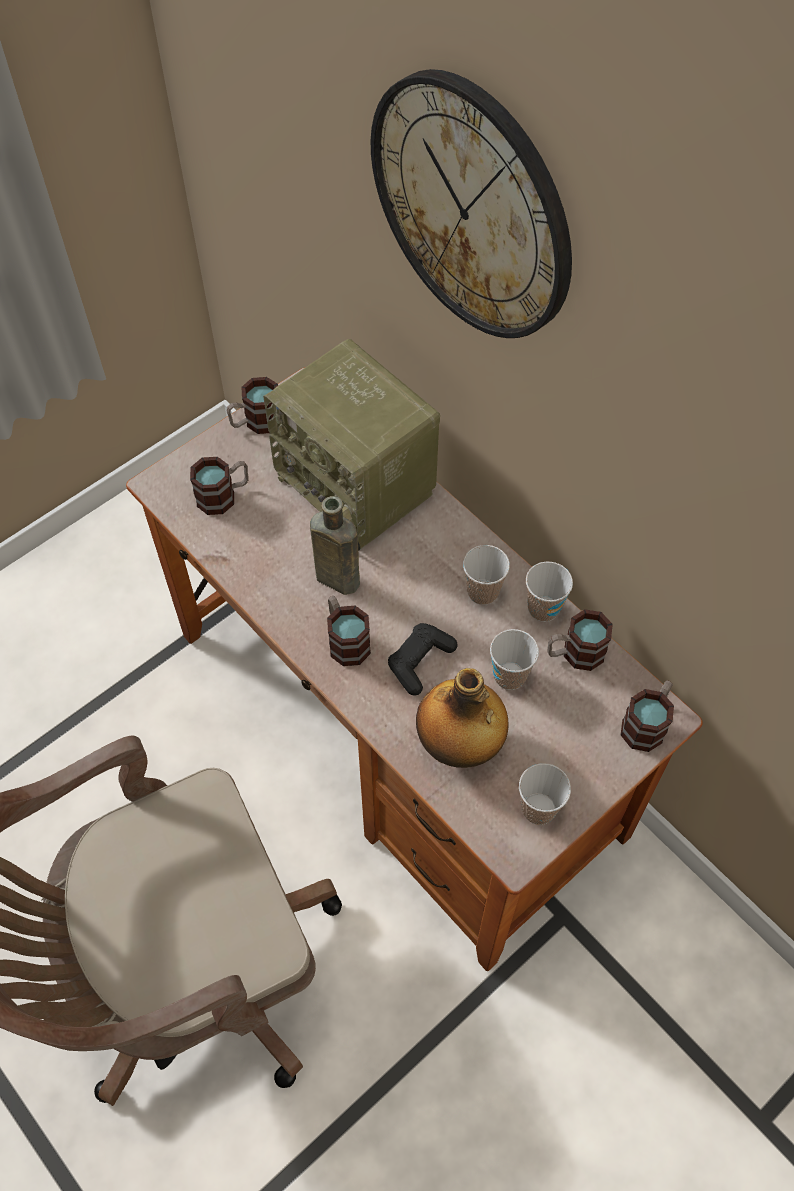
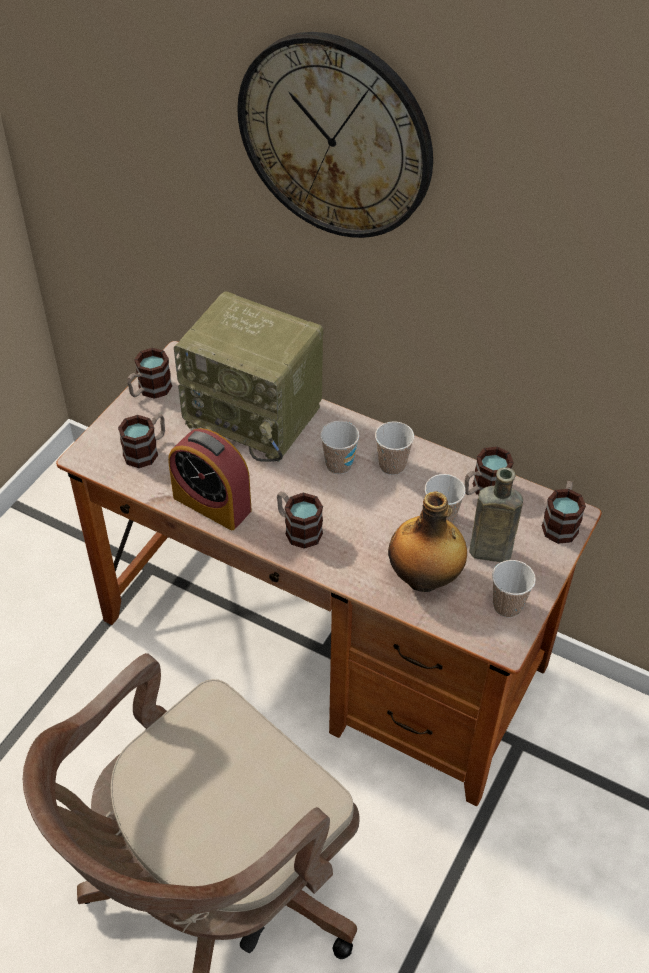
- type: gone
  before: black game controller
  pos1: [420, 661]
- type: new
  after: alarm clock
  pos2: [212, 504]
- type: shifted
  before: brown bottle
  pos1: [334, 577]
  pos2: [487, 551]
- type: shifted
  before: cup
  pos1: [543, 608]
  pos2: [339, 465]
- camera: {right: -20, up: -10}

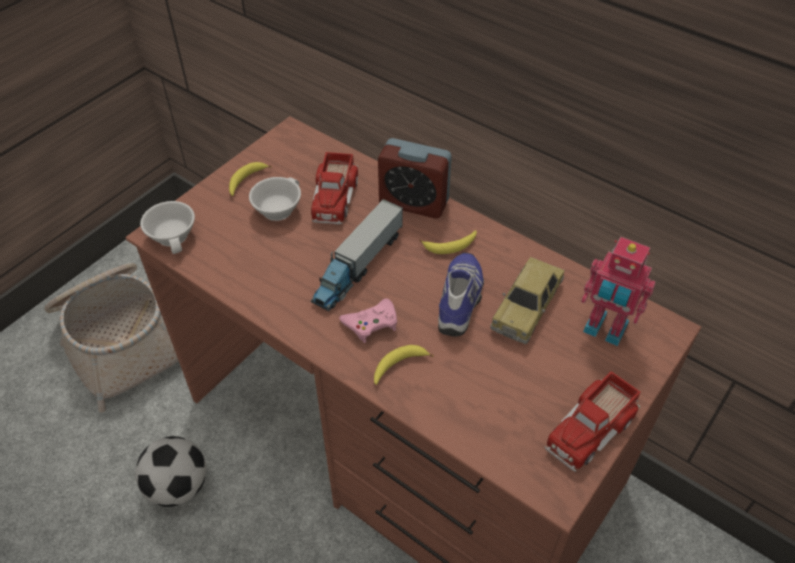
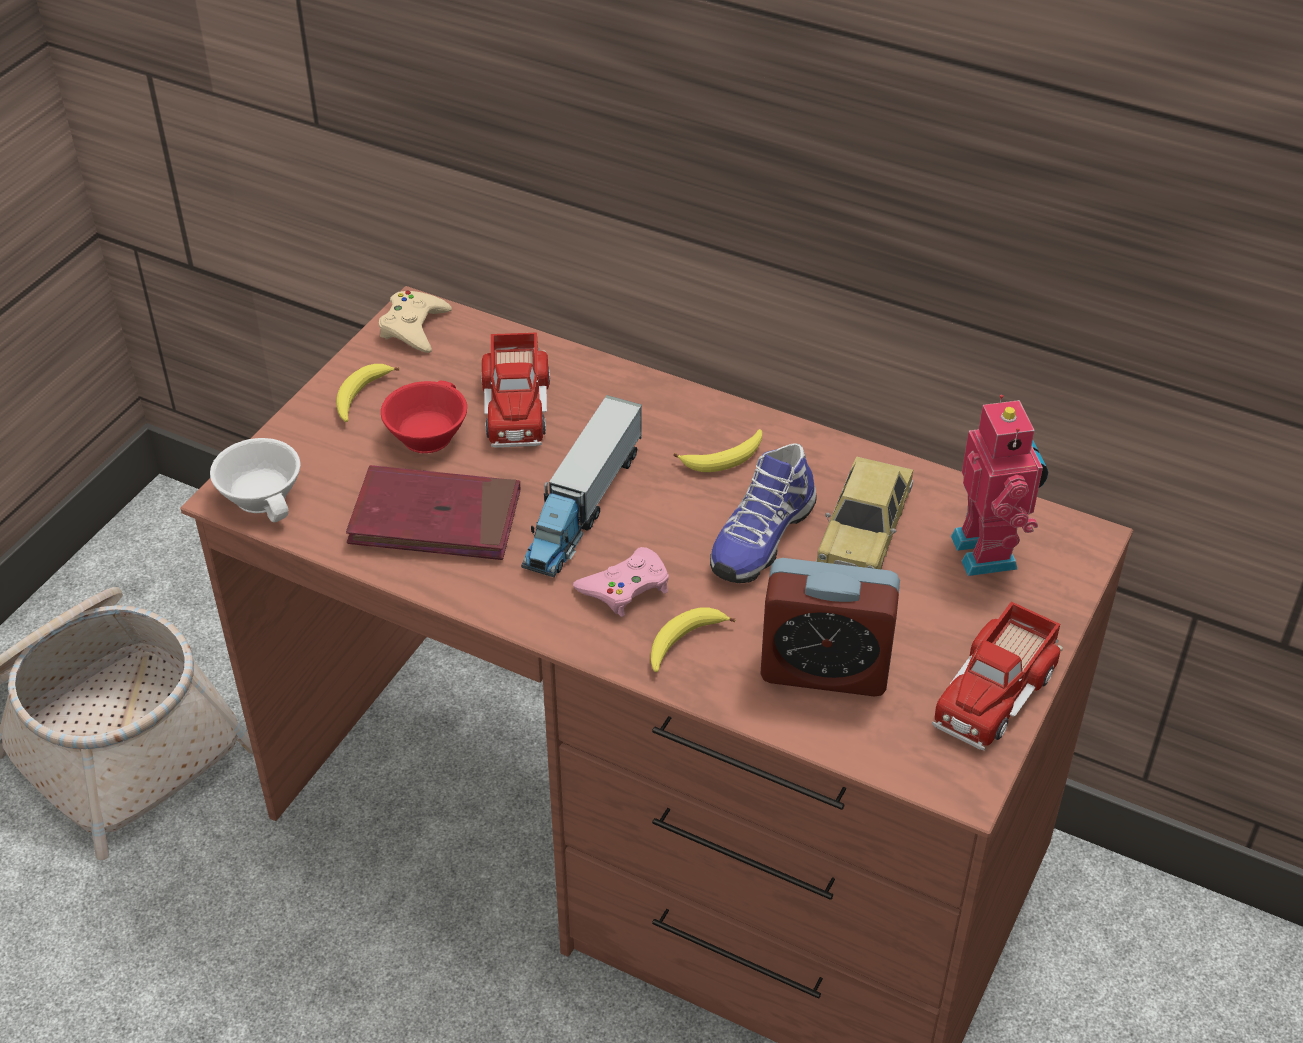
- type: gone
  before: football
  pos1: [178, 486]
- type: new
  after: red book
  pos2: [435, 519]
- type: new
  after: beige game controller
  pos2: [414, 327]
- type: shifted
  before: alarm clock
  pos1: [413, 203]
  pos2: [824, 669]
- type: repainted
  before: white cup
  after: red cup
  pos1: [277, 208]
  pos2: [425, 434]
- type: rotated
  before: shoe
  pos1: [461, 301]
  pos2: [760, 537]
  turn: -150
- type: rotated
  before: toy robot
  pos1: [604, 330]
  pos2: [989, 551]
  turn: -120
- camera: {right: -10, up: -5}

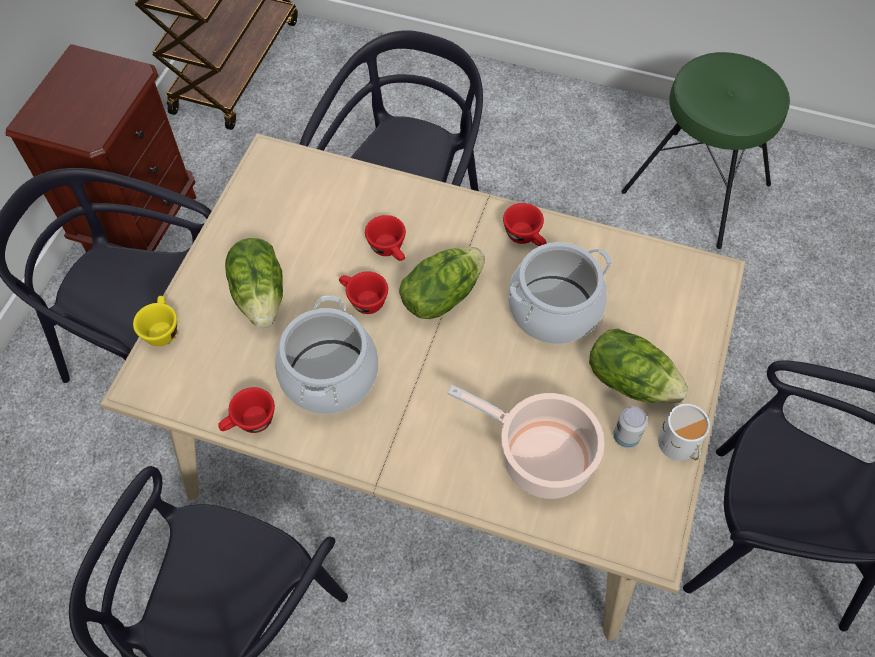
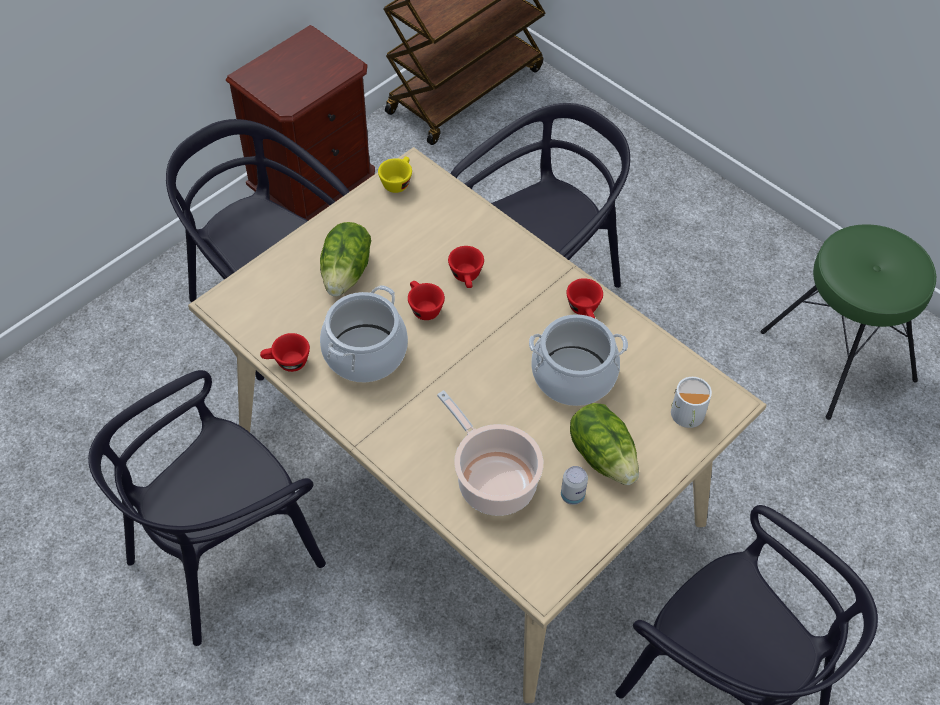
- type: gone
  before: lettuce
  pos1: [441, 295]
- type: shifted
  before: yellow cup
  pos1: [161, 329]
  pos2: [397, 182]
- type: shifted
  before: white mug
  pos1: [679, 446]
  pos2: [687, 417]
- camera: {right: 25, up: -5}

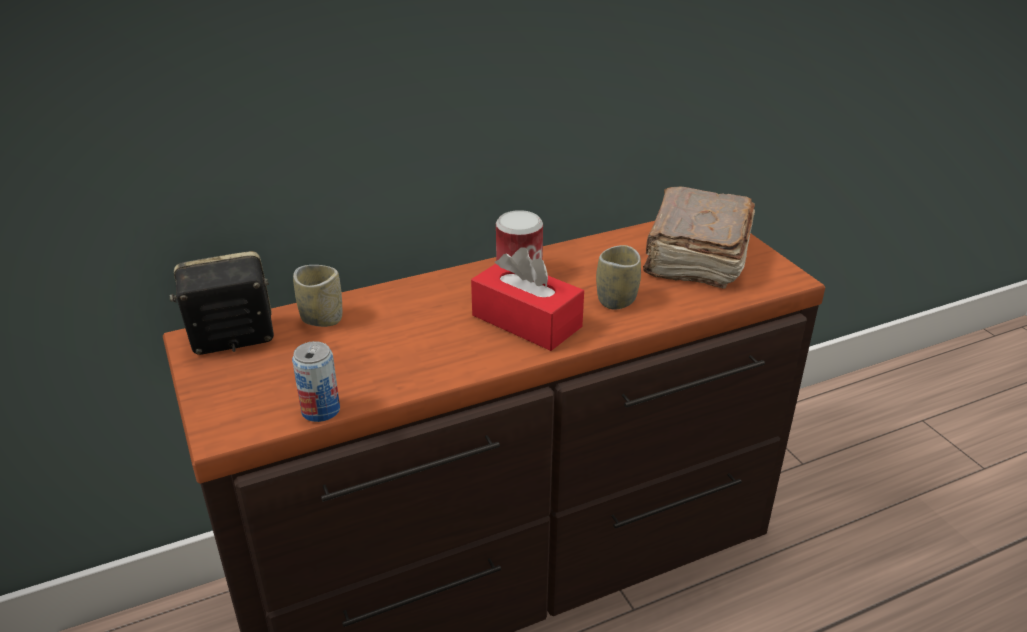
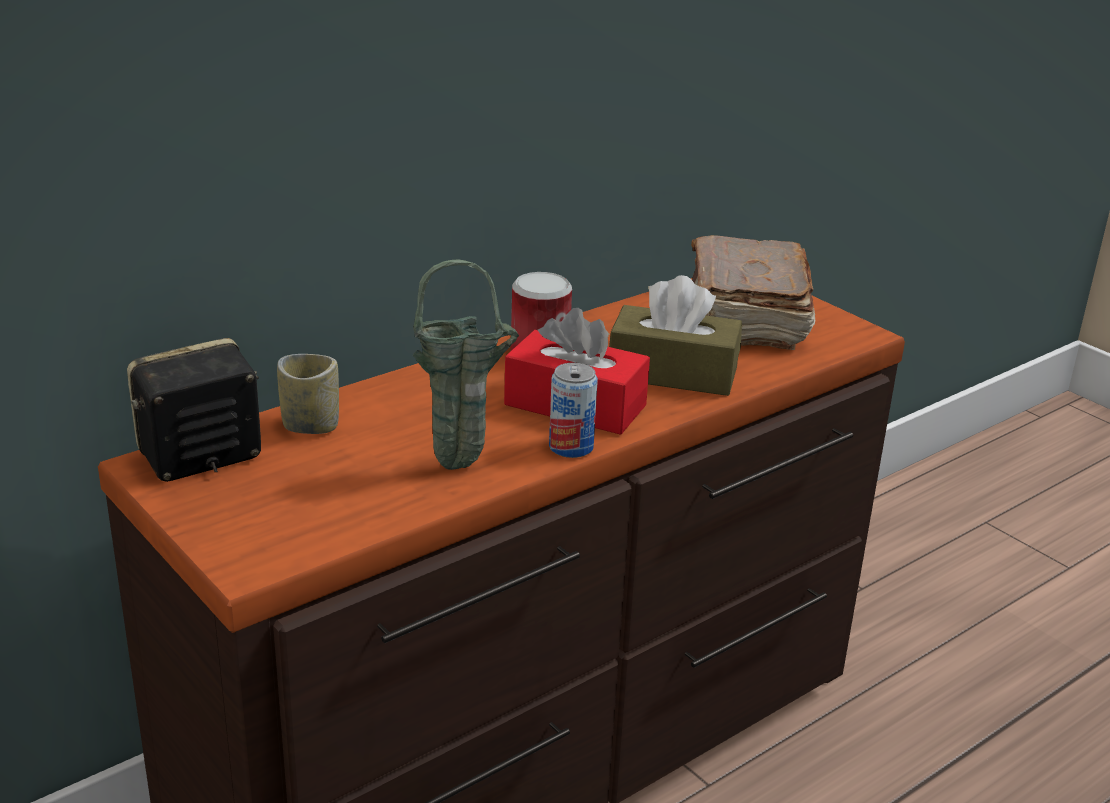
- type: new
  after: green vase
  pos2: [464, 466]
- type: shifted
  before: can
  pos1: [320, 410]
  pos2: [571, 447]
- type: swapped
  before: cup
  after: brown tissue box
  pos1: [616, 300]
  pos2: [673, 373]
- camera: {right: -15, up: -5}

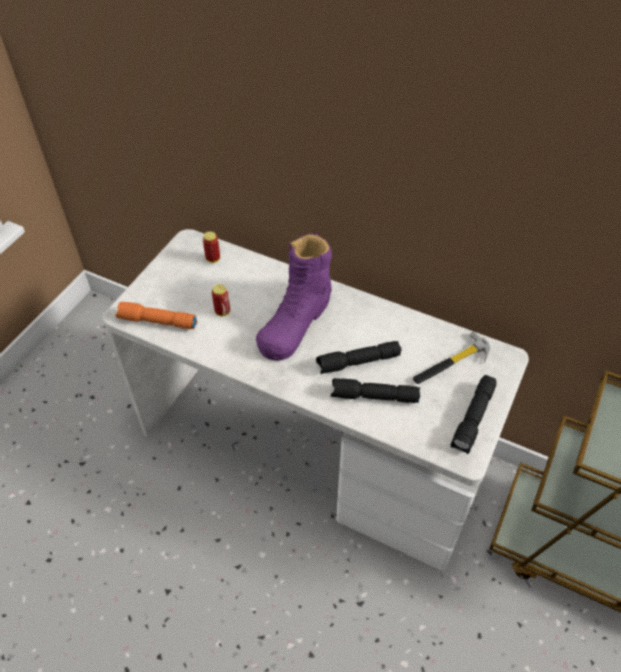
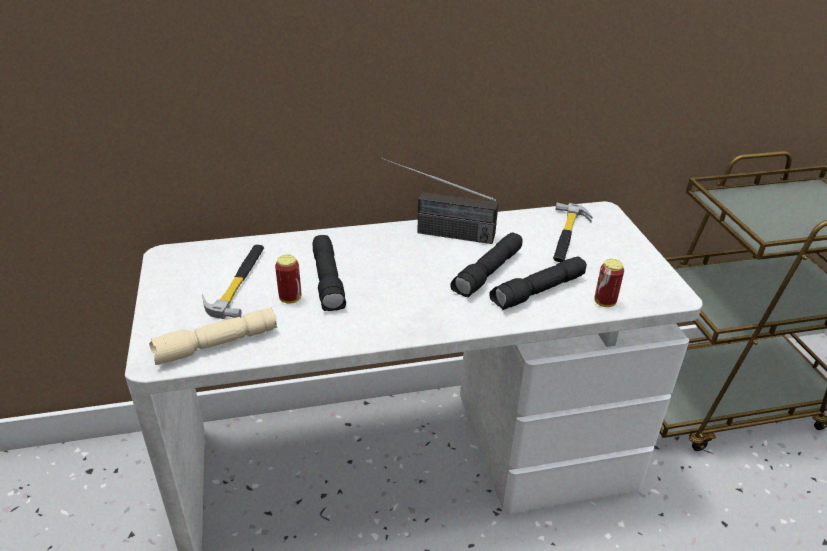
- type: gone
  before: purple boot
  pos1: [295, 322]
- type: new
  after: hammer
  pos2: [239, 282]
- type: new
  after: radio
  pos2: [435, 232]
- type: shifted
  before: can
  pos1: [213, 259]
  pos2: [604, 302]
- type: shifted
  before: black flashlight
  pos1: [473, 419]
  pos2: [329, 281]
- type: repainted
  before: orange flashlight
  after: beige flashlight
  pos1: [157, 322]
  pos2: [216, 345]
- camera: {right: -40, up: -15}

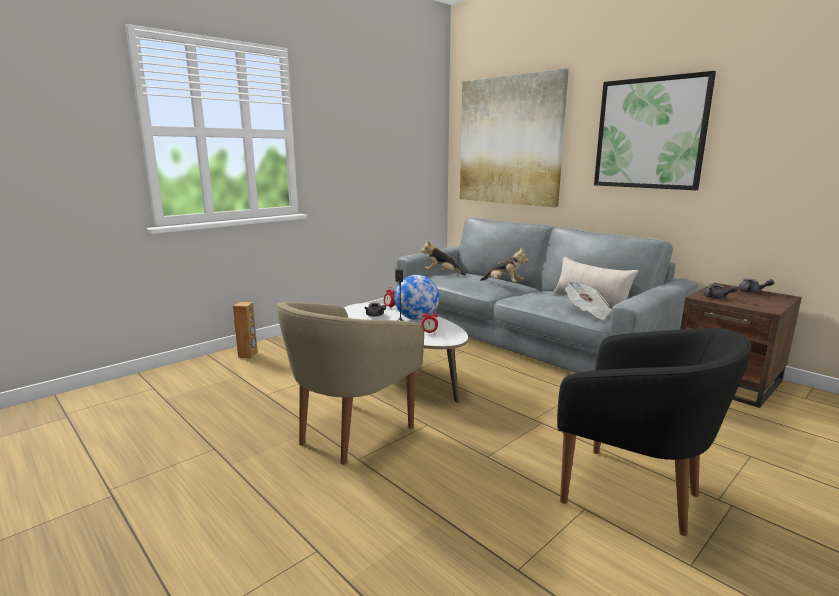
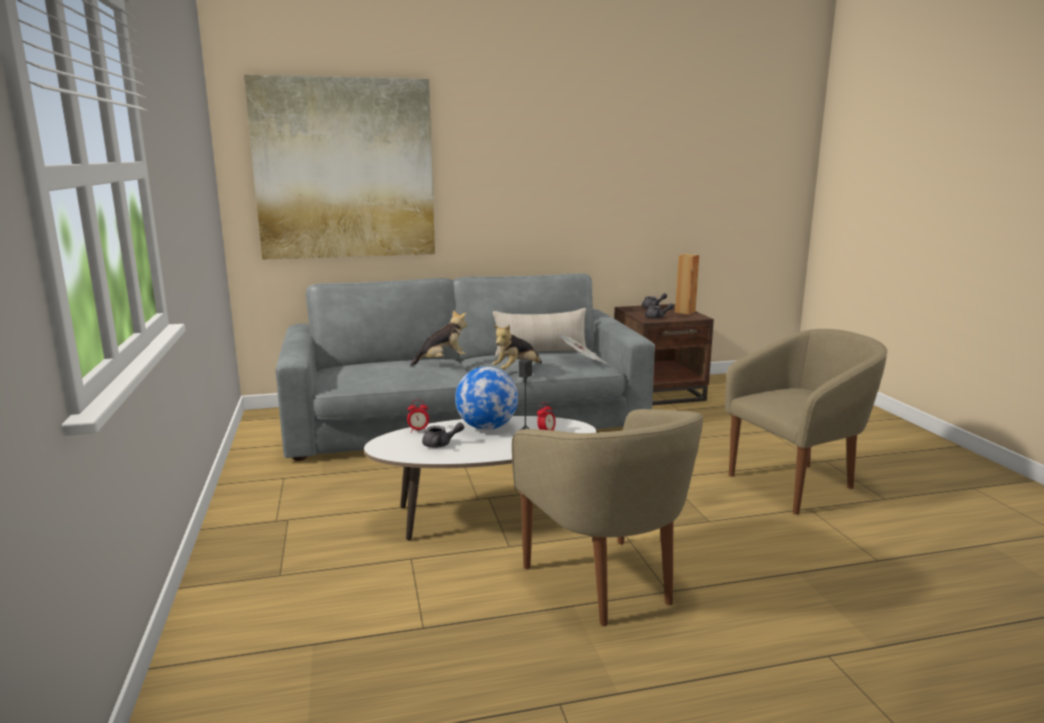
- type: gone
  before: picture
  pos1: [650, 133]
- type: shifted
  before: brown speaker
  pos1: [248, 355]
  pos2: [685, 312]
- type: shifted
  before: plush toy
  pos1: [442, 274]
  pos2: [516, 370]
- type: repainted
  before: black armchair
  after: beige armchair
  pos1: [634, 493]
  pos2: [797, 484]
- camera: {right: -60, up: 0}

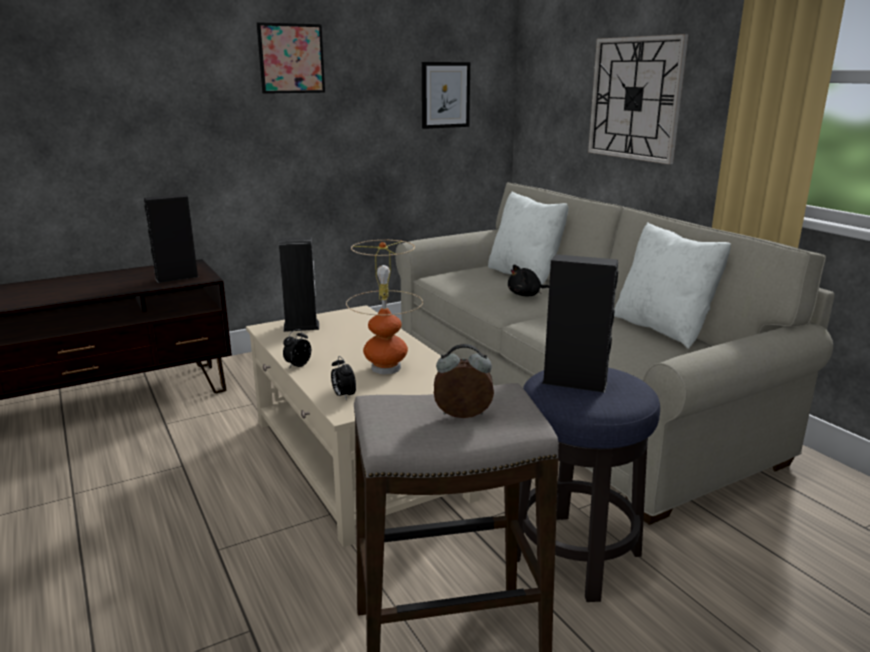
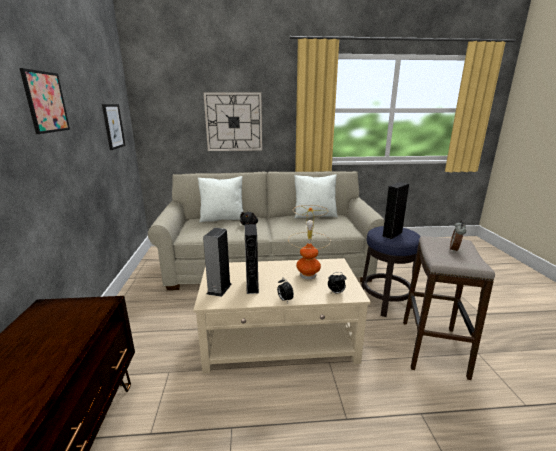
- type: shifted
  before: black speaker
  pos1: [177, 278]
  pos2: [252, 285]
- camera: {right: -65, up: 0}

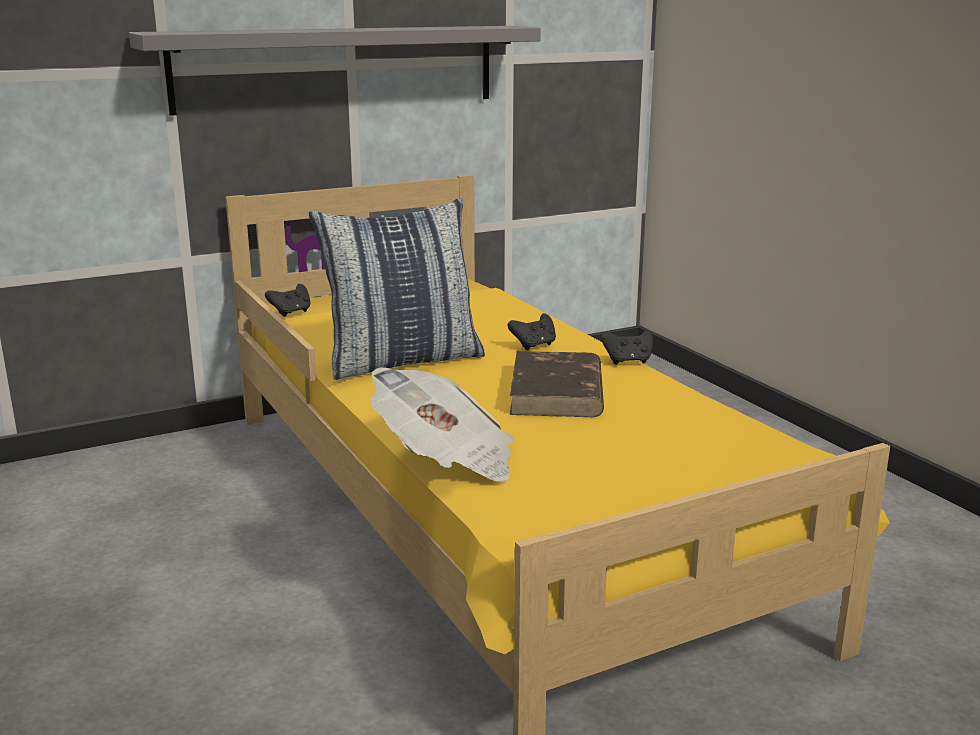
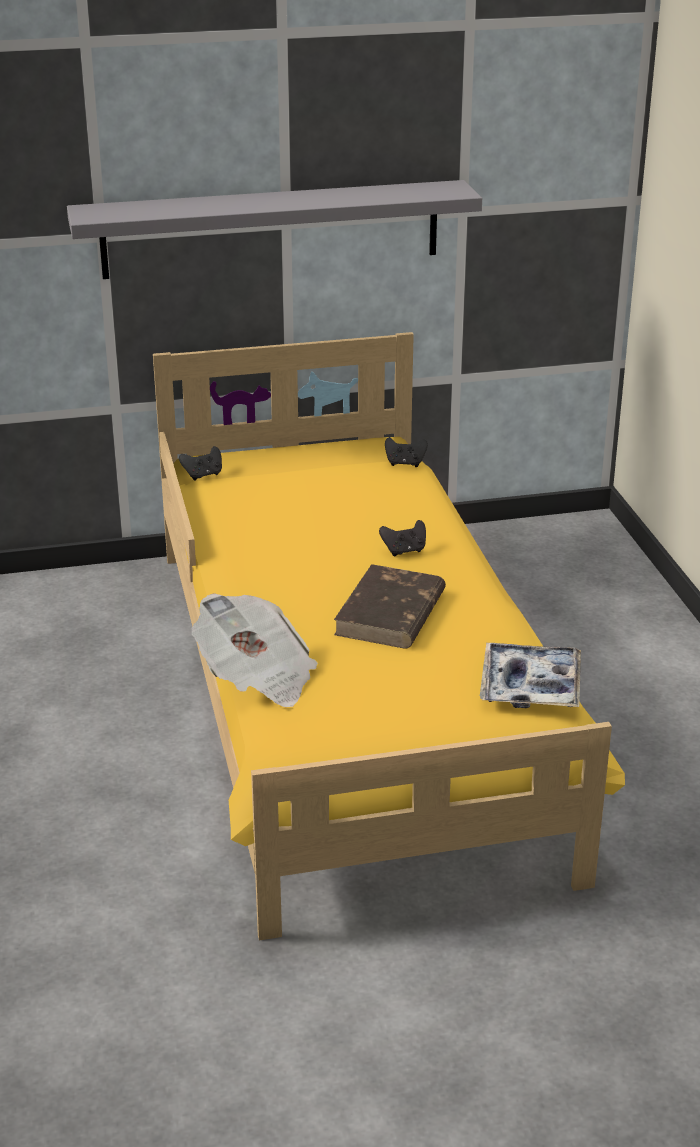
- type: gone
  before: pillow
  pos1: [403, 361]
- type: new
  after: tray
  pos2: [530, 686]
- type: shifted
  before: black game controller
  pos1: [628, 361]
  pos2: [405, 464]
- camera: {right: 15, up: 10}

